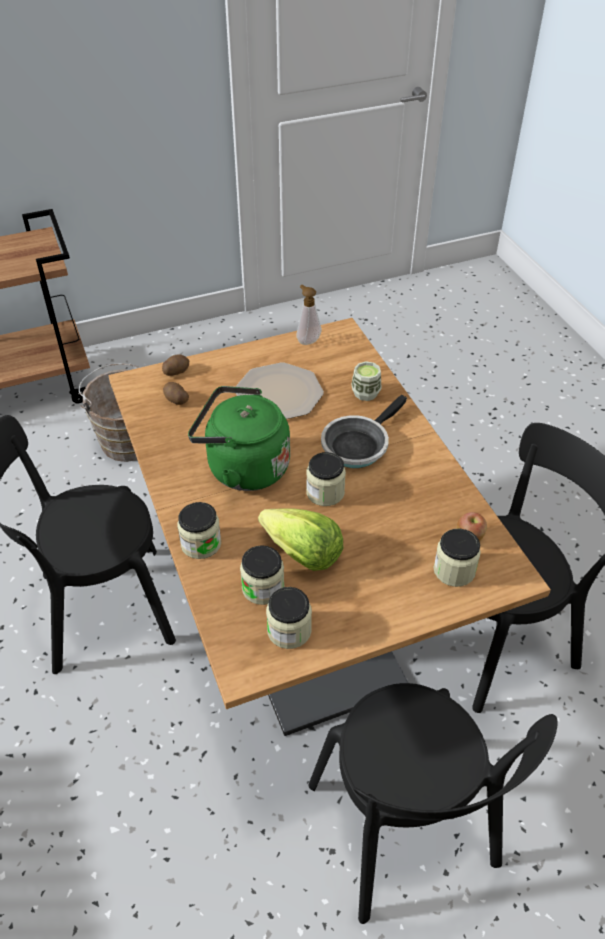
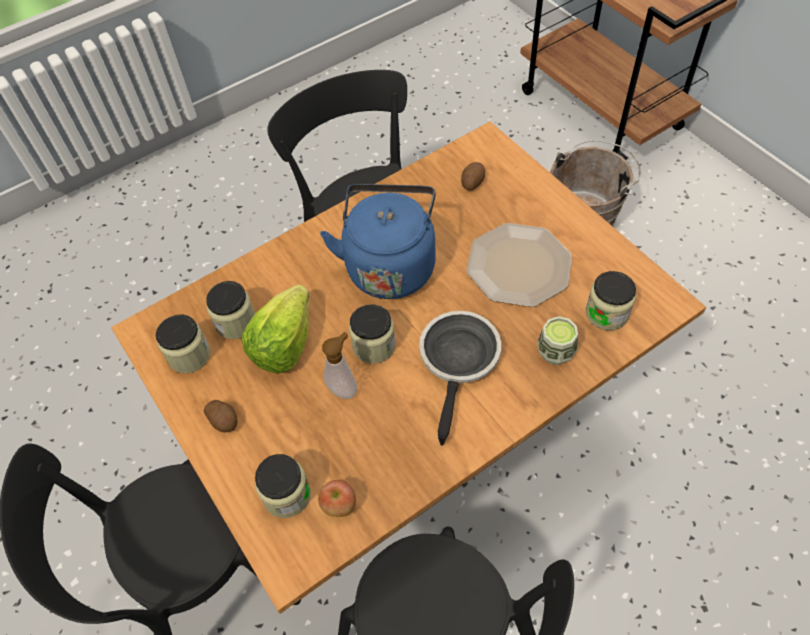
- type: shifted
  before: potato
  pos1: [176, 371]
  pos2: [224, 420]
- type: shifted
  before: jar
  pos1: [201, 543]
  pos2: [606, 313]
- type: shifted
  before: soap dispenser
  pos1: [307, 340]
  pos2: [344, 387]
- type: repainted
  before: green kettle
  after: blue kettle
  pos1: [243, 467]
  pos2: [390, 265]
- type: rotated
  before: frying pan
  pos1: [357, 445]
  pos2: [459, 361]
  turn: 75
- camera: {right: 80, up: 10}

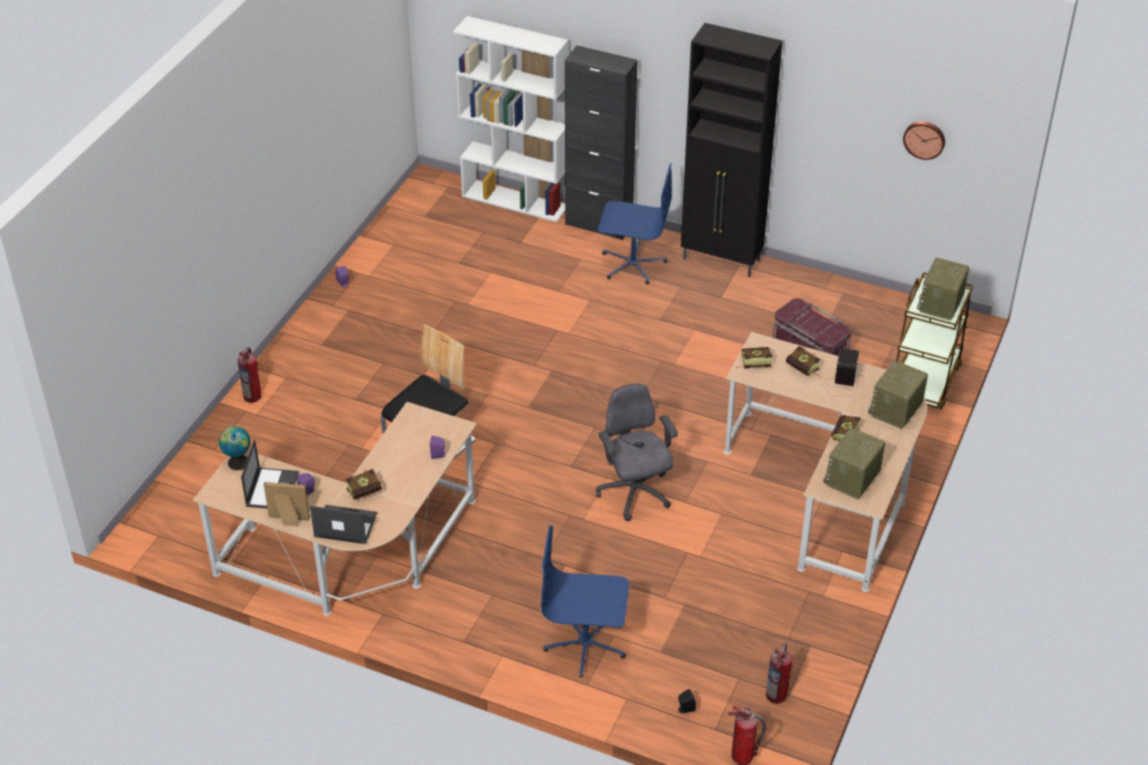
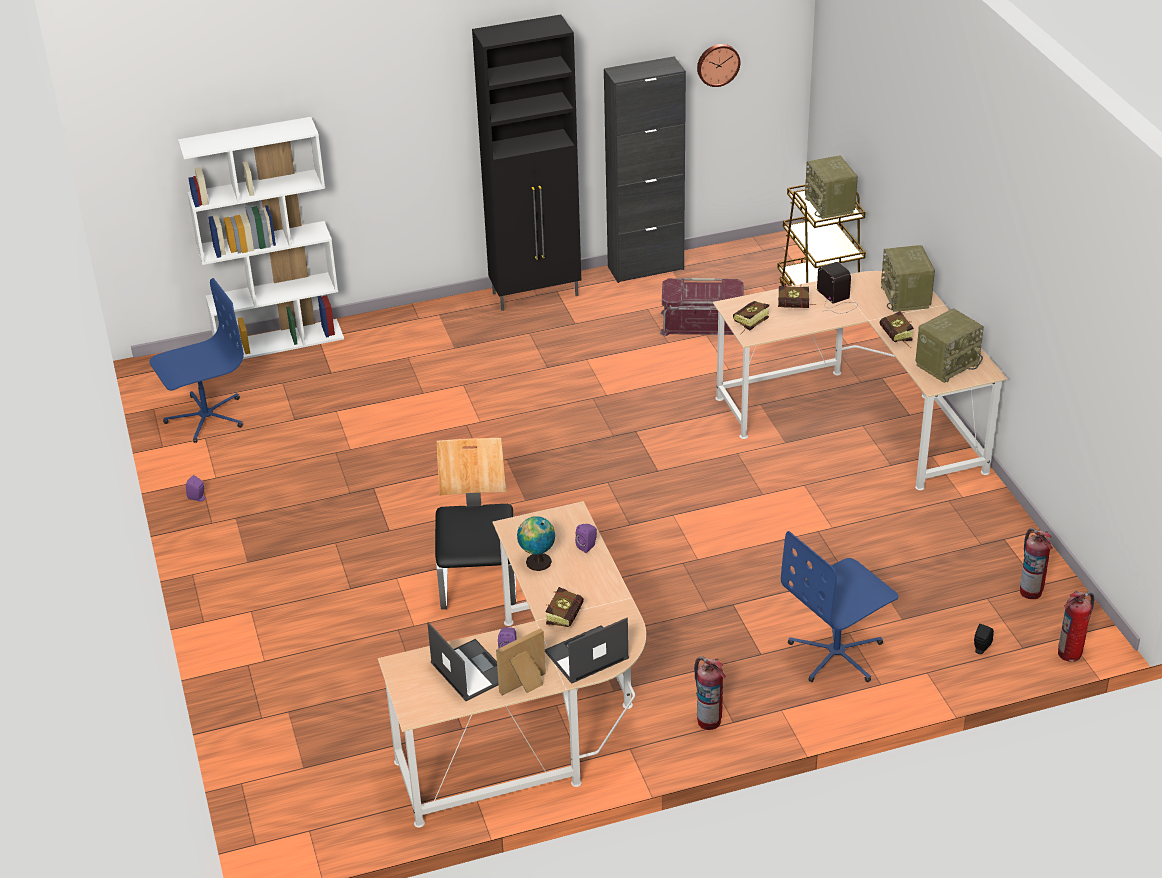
- type: gone
  before: grey office chair
  pos1: [634, 494]
- type: shifted
  before: globe
  pos1: [237, 461]
  pos2: [536, 562]
- type: shifted
  before: fire extinguisher
  pos1: [253, 396]
  pos2: [709, 720]
- type: shifted
  before: black cabinet
  pos1: [599, 224]
  pos2: [645, 268]
- type: shifted
  before: blue office chair
  pos1: [632, 264]
  pos2: [205, 417]
- type: rotated
  before: radio
  pos1: [852, 480]
  pos2: [947, 364]
  turn: -120
- camera: {right: -40, up: -5}

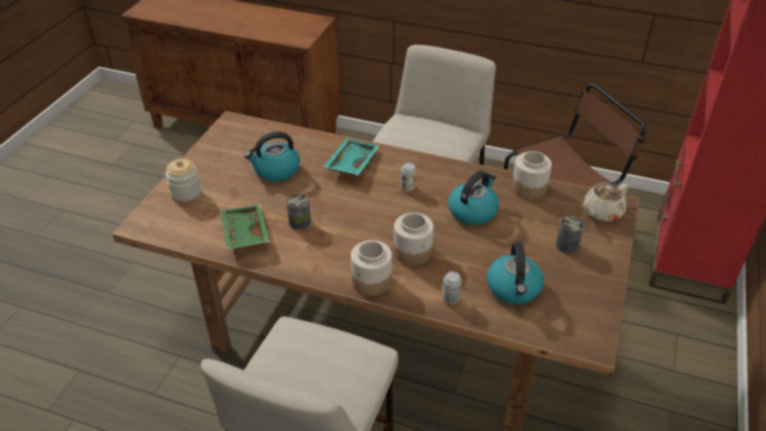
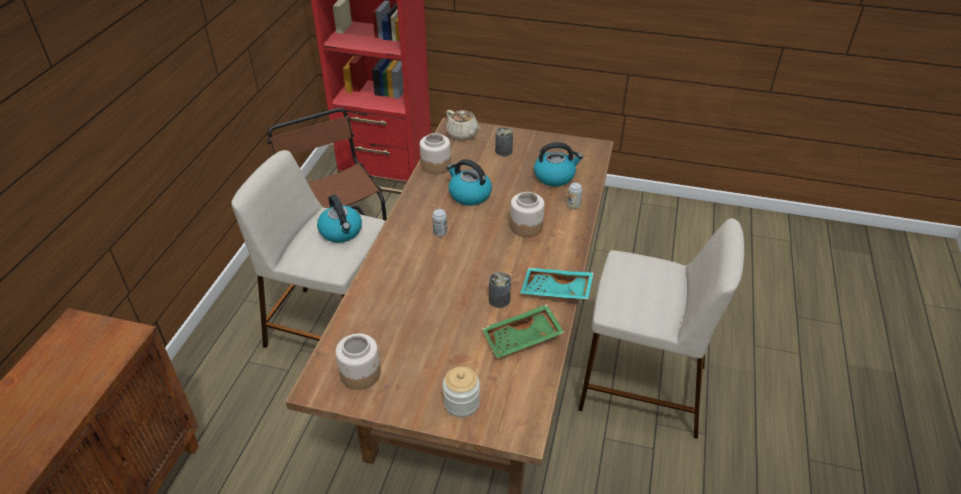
- type: shifted
  before: kettle
  pos1: [276, 170]
  pos2: [341, 232]
- type: shifted
  before: turquoise tray
  pos1: [351, 163]
  pos2: [556, 291]
- type: shifted
  before: jar
  pos1: [371, 281]
  pos2: [361, 373]
- camera: {right: -95, up: 0}

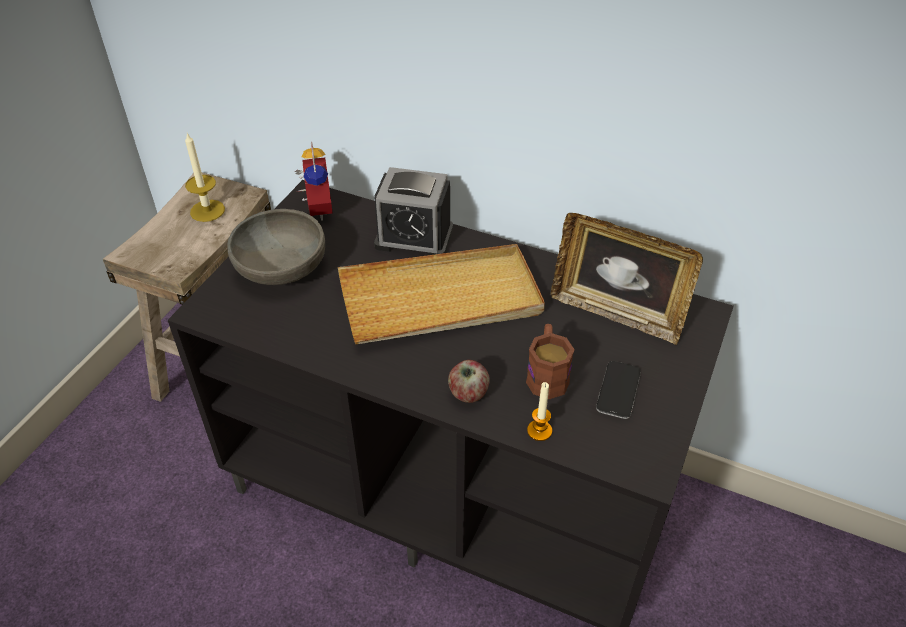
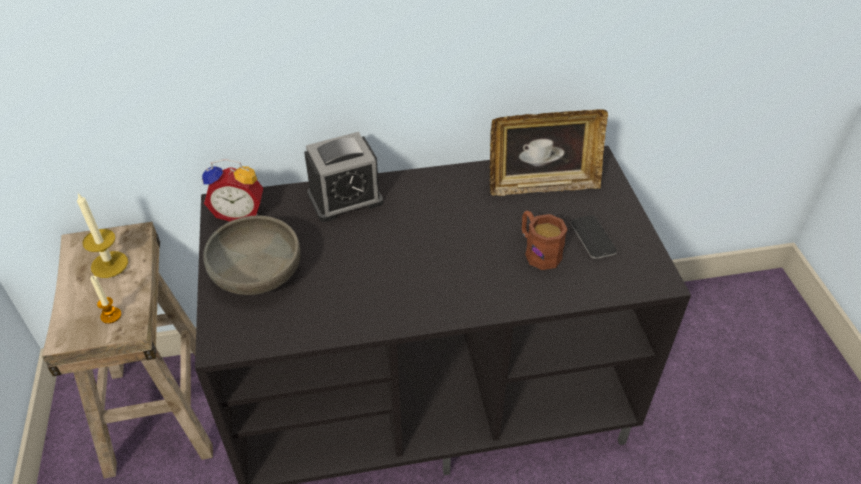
- type: gone
  before: beige tray
  pos1: [441, 299]
- type: gone
  before: apple
  pos1: [468, 394]
- type: shifted
  before: candle
  pos1: [539, 431]
  pos2: [111, 315]
- type: rotated
  before: alarm clock
  pos1: [316, 209]
  pos2: [239, 213]
  turn: 135
- camera: {right: -35, up: 0}

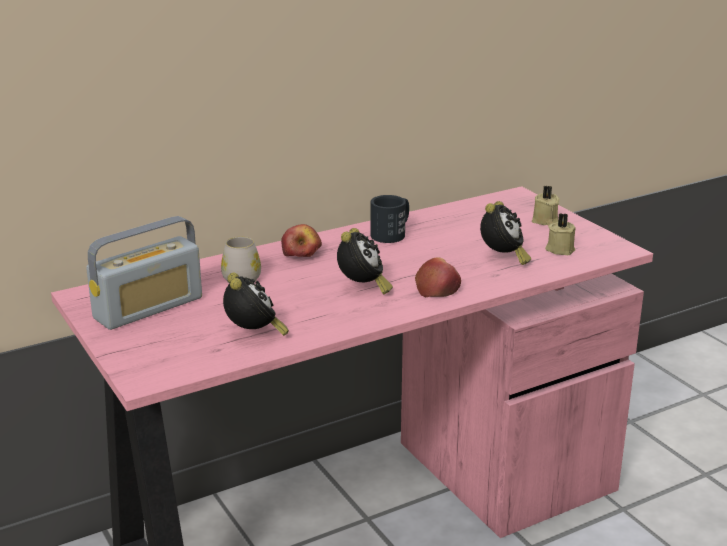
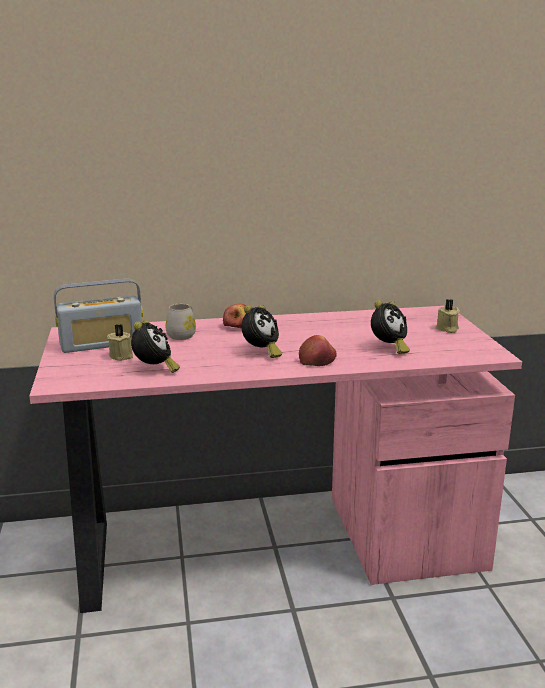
- type: gone
  before: black mug
  pos1: [392, 233]
- type: shifted
  before: beige candle
  pos1: [560, 249]
  pos2: [122, 356]
- camera: {right: 20, up: -5}

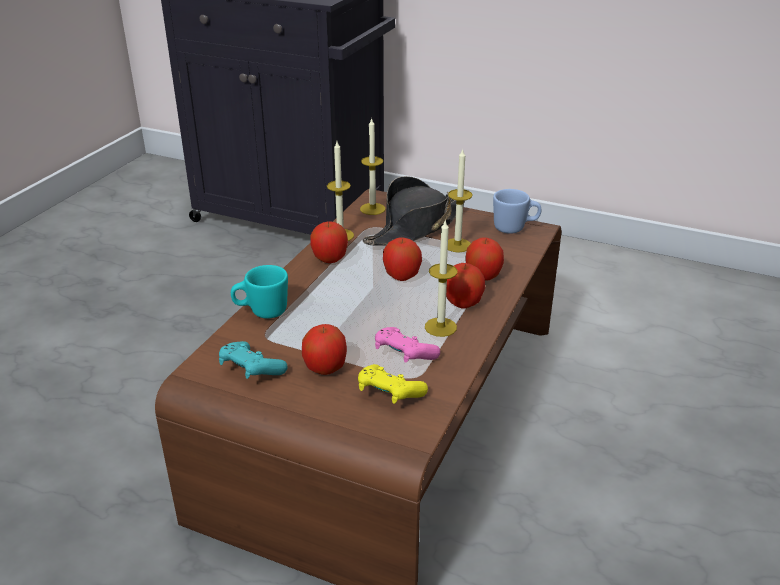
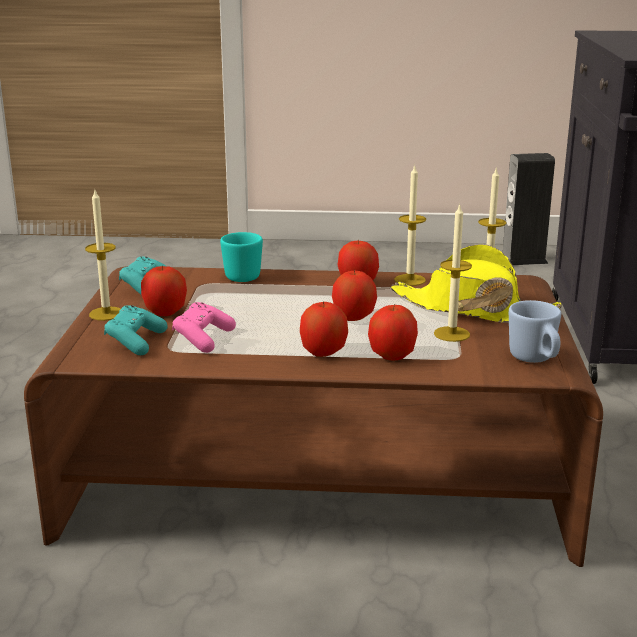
- type: new
  after: speaker
  pos2: [523, 259]
- type: shifted
  before: candle
  pos1: [440, 327]
  pos2: [106, 313]
- type: repainted
  before: yellow game controller
  after: turquoise game controller
  pos1: [389, 394]
  pos2: [135, 342]
- type: repainted
  before: black hat
  after: yellow hat
  pos1: [416, 227]
  pos2: [471, 309]
- camera: {right: 70, up: -10}

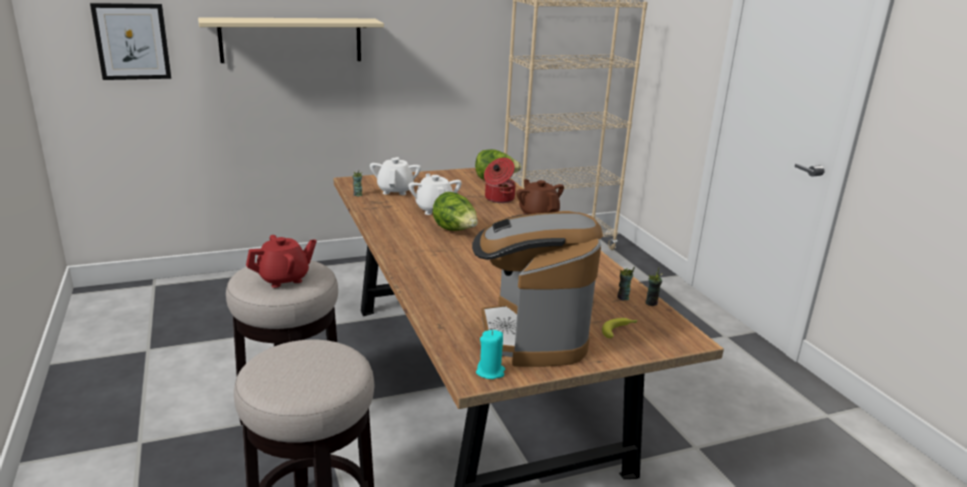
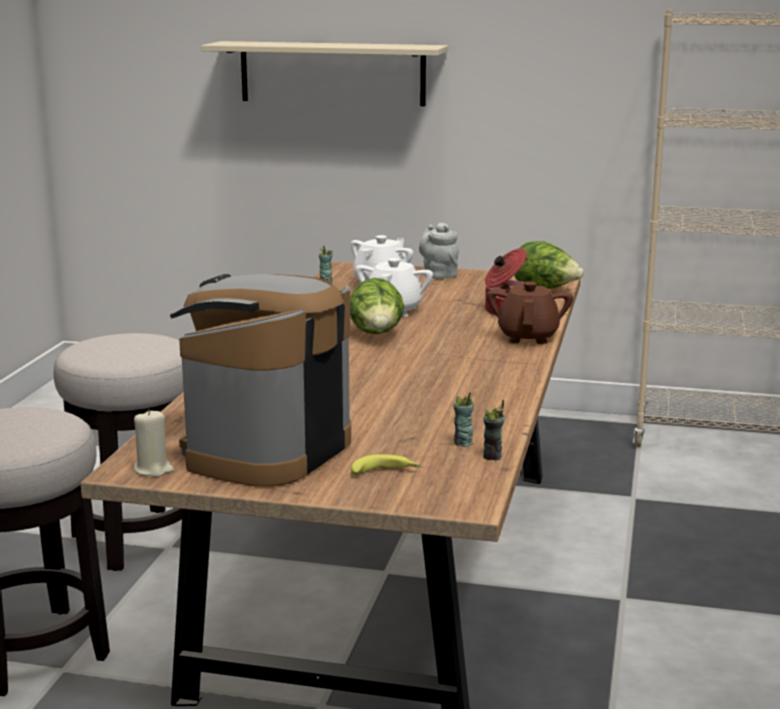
- type: gone
  before: picture
  pos1: [132, 41]
- type: gone
  before: red teapot
  pos1: [284, 279]
- type: new
  after: grey teapot
  pos2: [438, 274]
- type: repainted
  before: turquoise candle
  after: beige candle
  pos1: [490, 372]
  pos2: [153, 469]
- camera: {right: 35, up: -5}

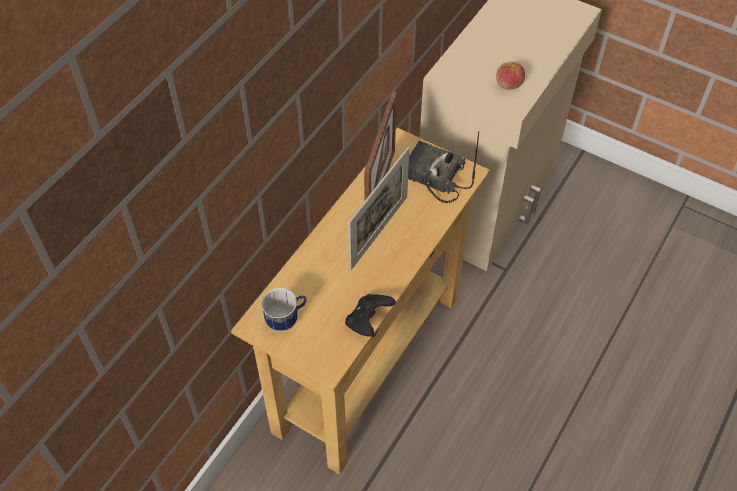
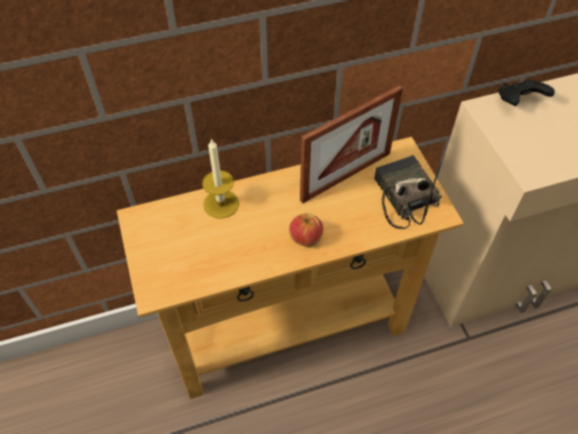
- type: gone
  before: mug
  pos1: [286, 319]
- type: gone
  before: picture frame
  pos1: [379, 232]
- type: new
  after: candle
  pos2: [221, 204]
- type: shifted
  before: black game controller
  pos1: [368, 321]
  pos2: [519, 102]
- type: shifted
  before: apple
  pos1: [508, 84]
  pos2: [305, 237]
- camera: {right: 40, up: 0}

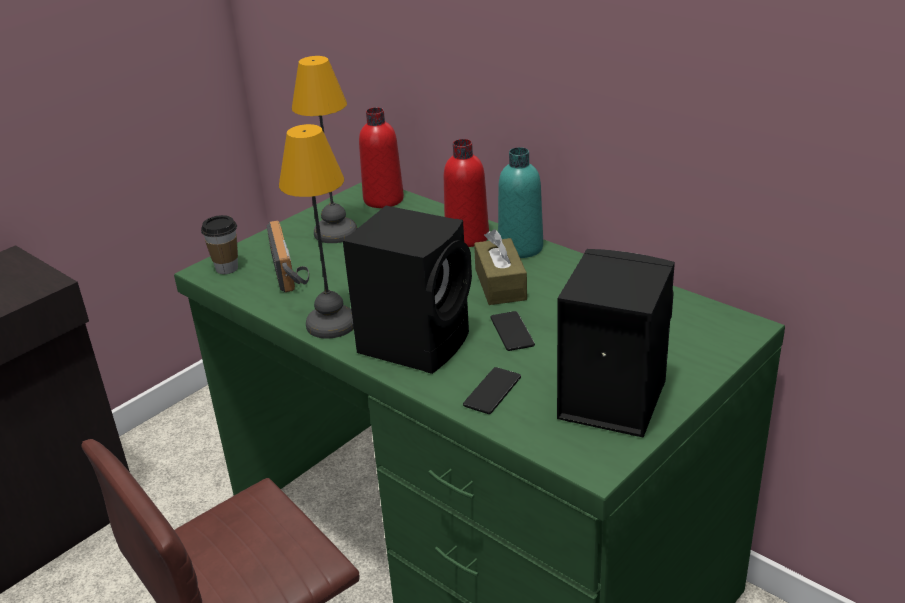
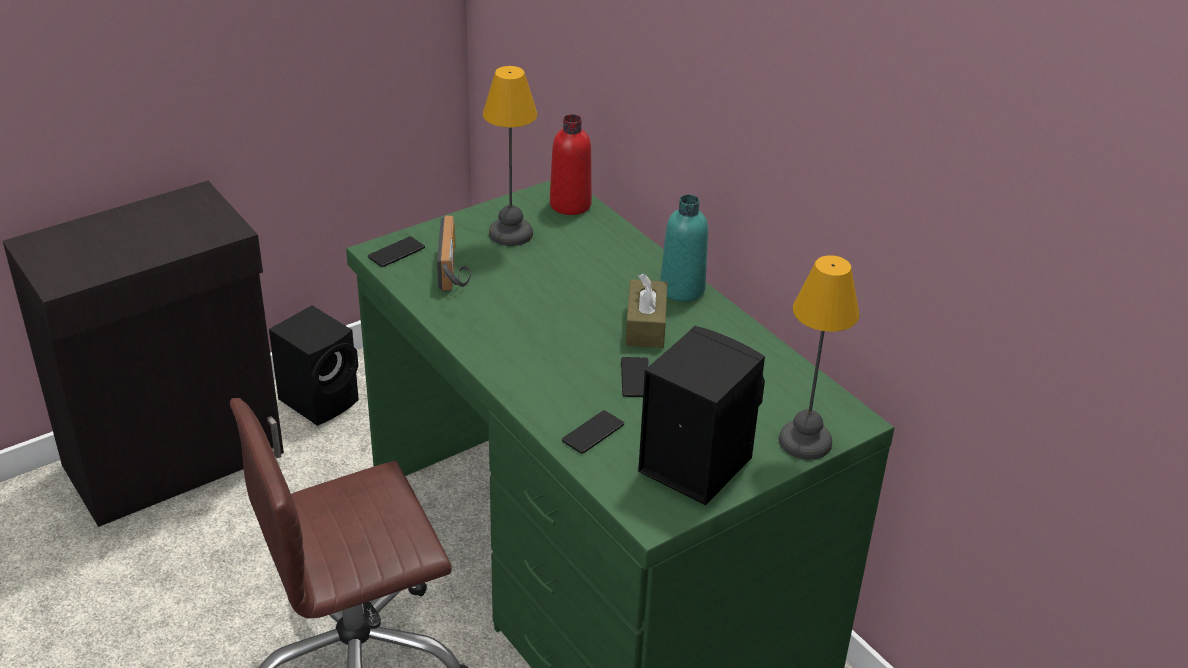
- type: gone
  before: red bottle
  pos1: [467, 237]
- type: shifted
  before: table lamp
  pos1: [331, 323]
  pos2: [805, 440]
- type: shifted
  before: black speaker
  pos1: [417, 341]
  pos2: [321, 399]
- type: swapped
  before: cup
  after: phone
  pos1: [227, 268]
  pos2: [396, 252]
- camera: {right: 10, up: 5}

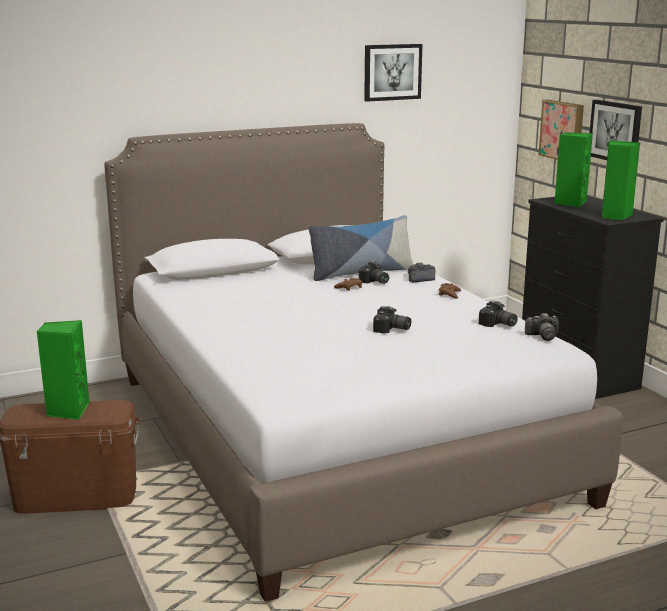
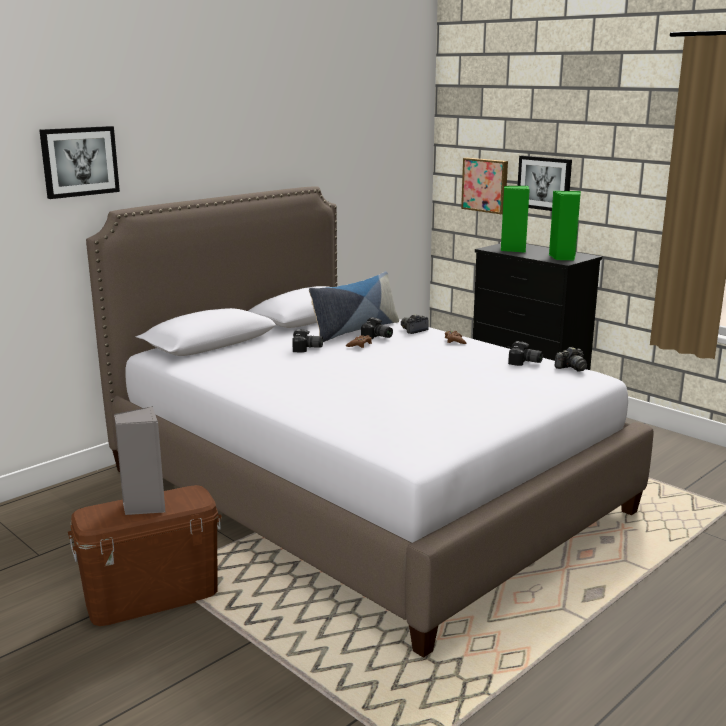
- type: shifted
  before: picture
  pos1: [392, 72]
  pos2: [79, 161]
- type: shifted
  before: photo camera
  pos1: [391, 330]
  pos2: [307, 349]
- type: repainted
  before: green speaker
  after: grey speaker
  pos1: [67, 411]
  pos2: [144, 505]
- camera: {right: -20, up: 0}

